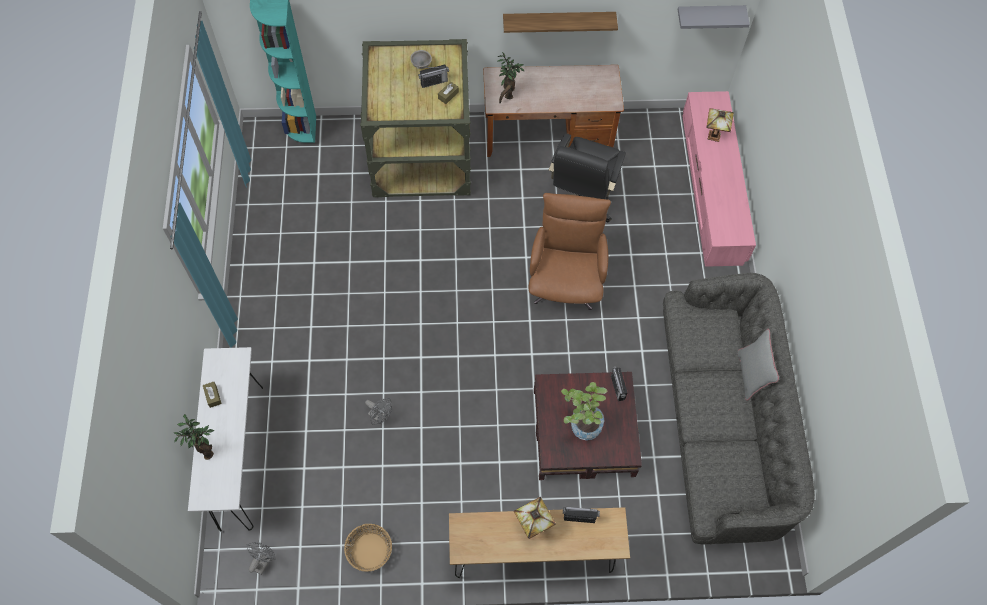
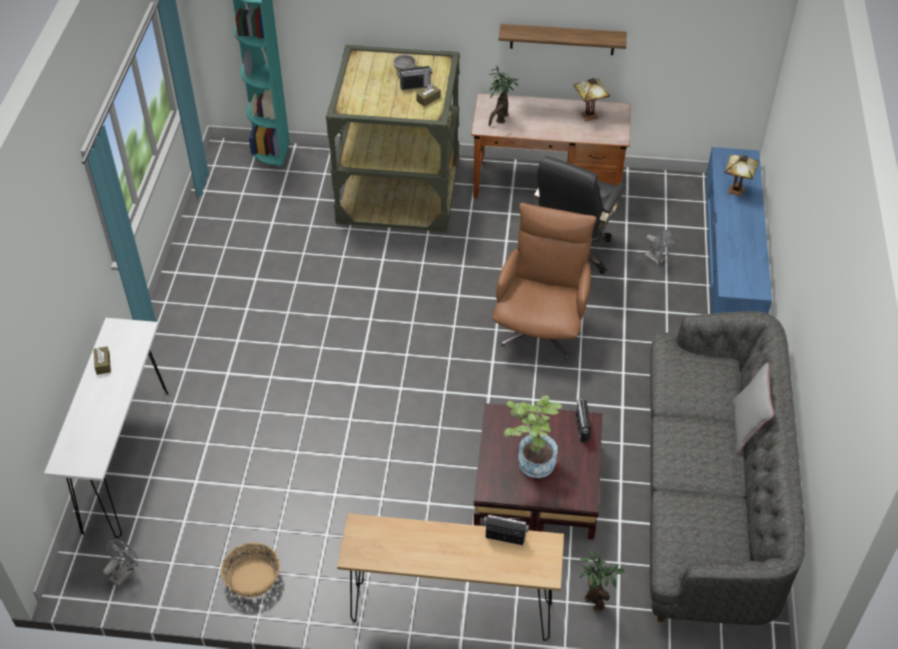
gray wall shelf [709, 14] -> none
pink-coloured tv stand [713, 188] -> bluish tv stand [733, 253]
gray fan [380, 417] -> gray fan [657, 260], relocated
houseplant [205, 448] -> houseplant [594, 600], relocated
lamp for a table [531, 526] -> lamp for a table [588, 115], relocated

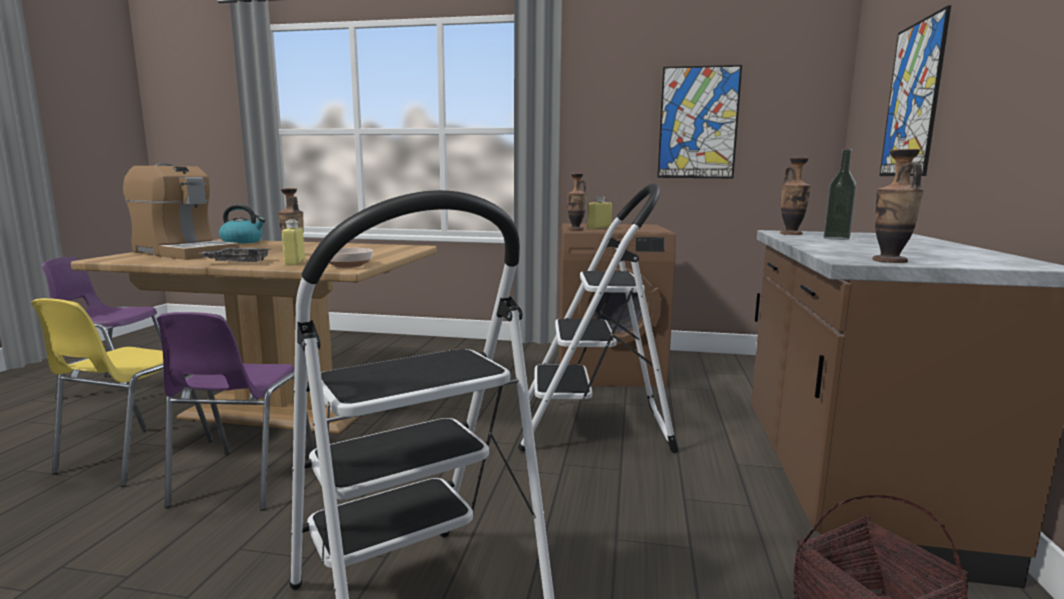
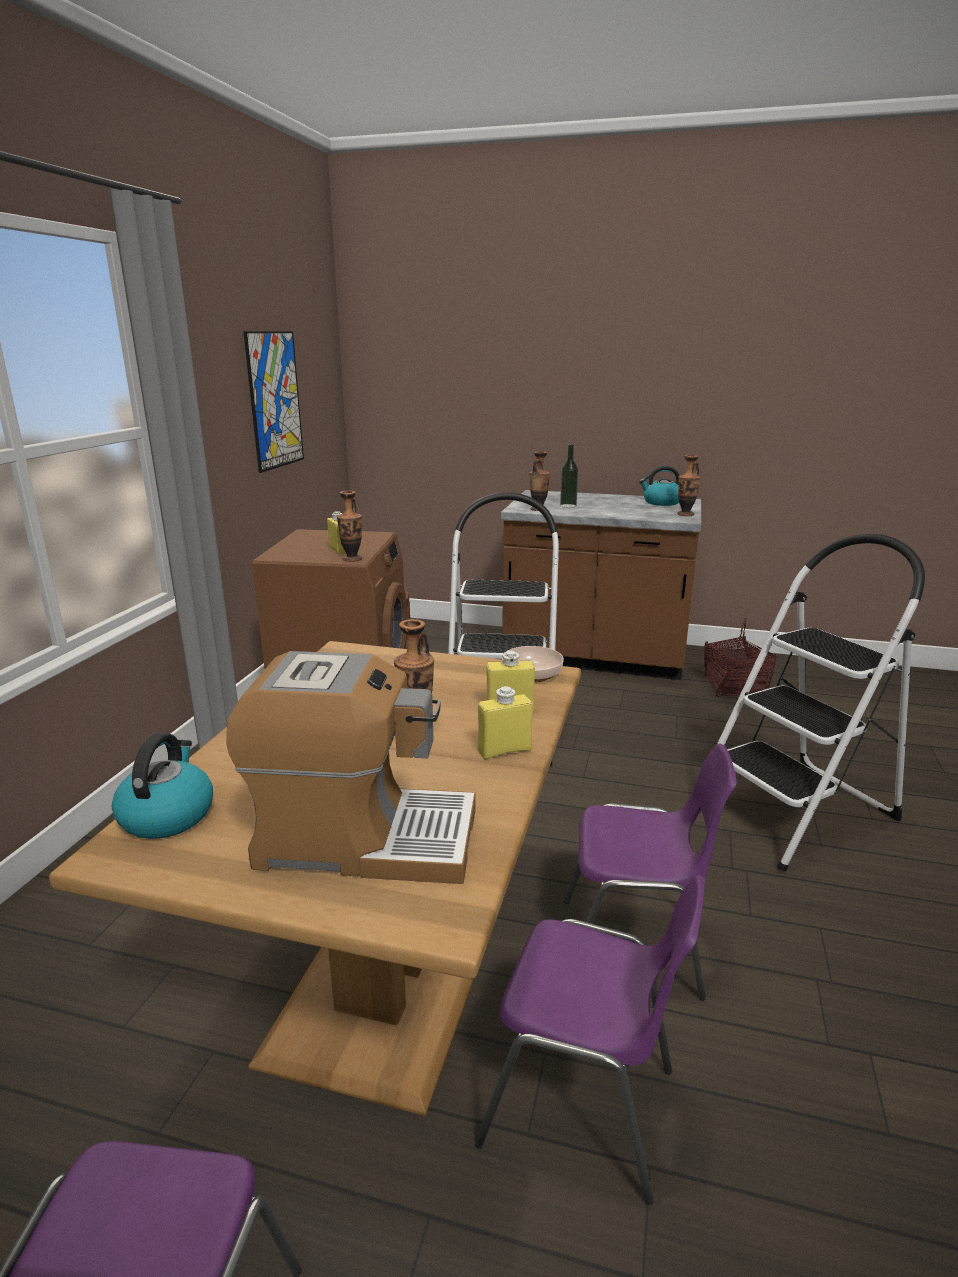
wall picture [912, 100] -> none
coffee brewer [184, 252] -> coffee brewer [363, 838], 60 degrees clockwise
gray tray [239, 262] -> yellow beverage bottle [504, 750]
yellow chair [132, 458] -> purplish chair [583, 1108]
none -> kettle [661, 502]

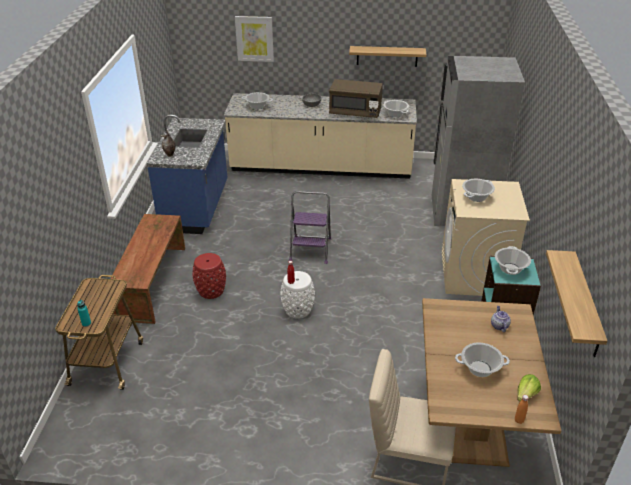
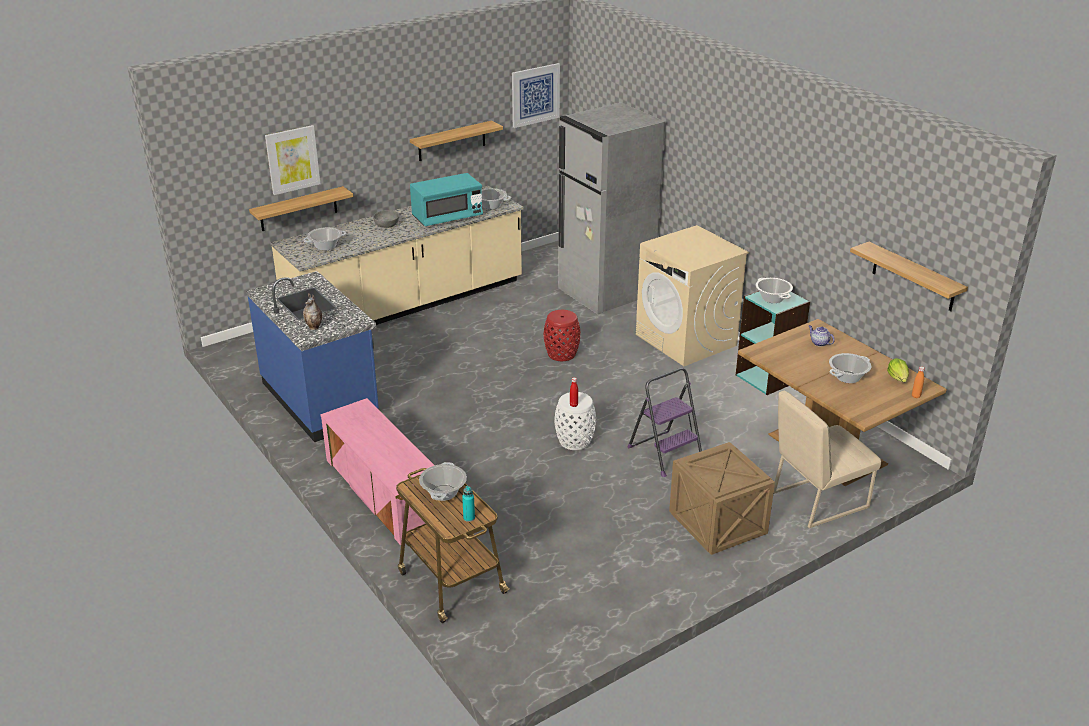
brownish kitchen microwave [355, 112] -> turquoise-coloured kitchen microwave [447, 217]
cooking pot [476, 197] -> cooking pot [444, 493], relocated
purplish step stool [311, 248] -> purplish step stool [664, 451], relocated
brownish long seat [151, 281] -> pink-coloured long seat [383, 491]
reddish sitting stool [211, 291] -> reddish sitting stool [561, 354], relocated
none -> wall picture [535, 95]
none -> wall shelf [298, 209]
none -> packing crate [718, 524]

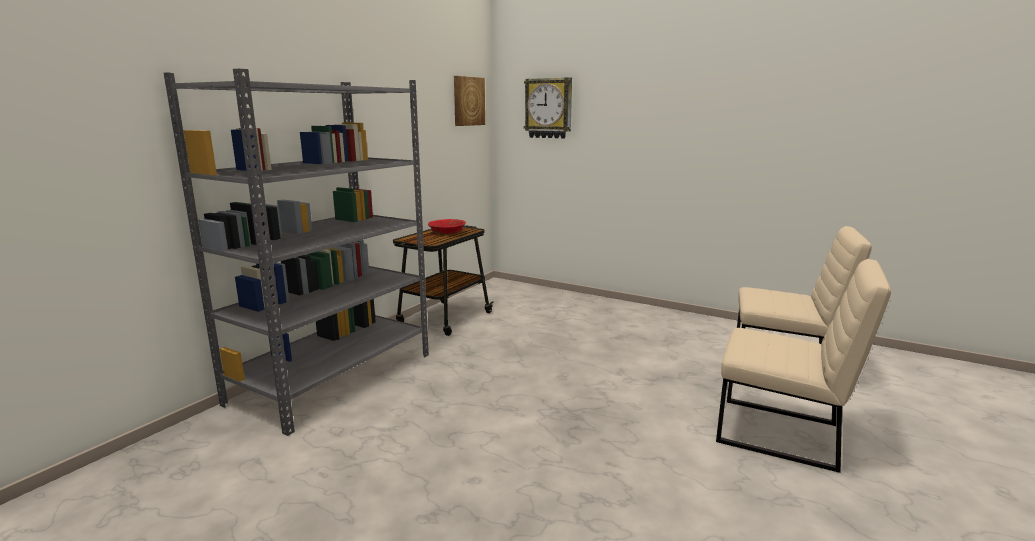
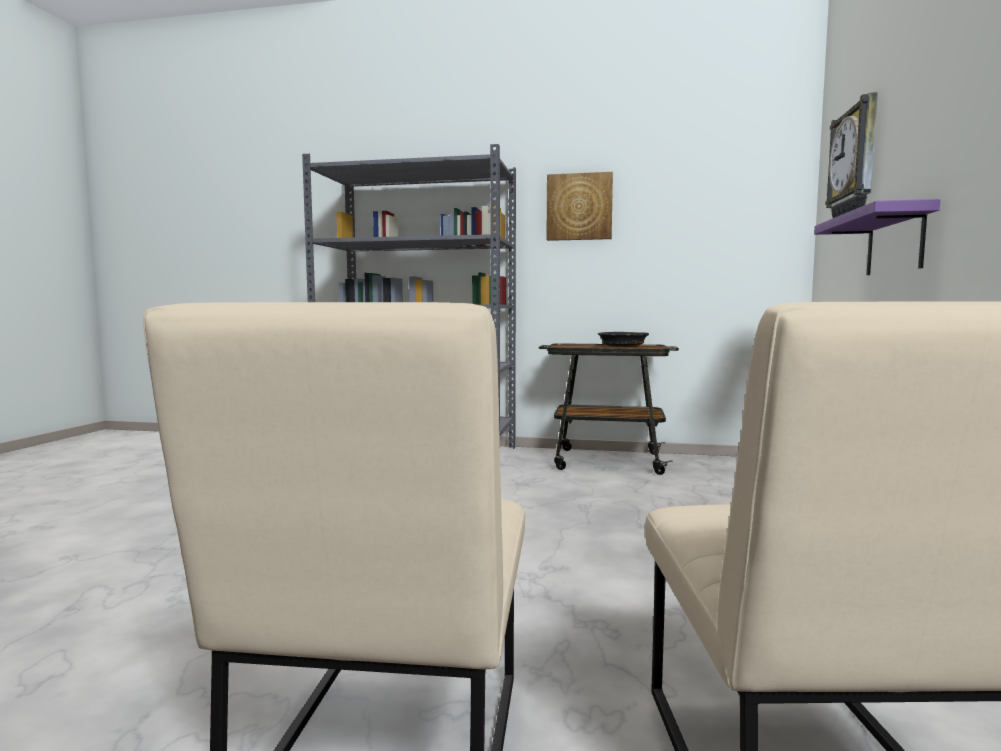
wall picture [468, 101] -> wall picture [579, 207], relocated
reddish serving bowl [447, 232] -> blackish serving bowl [622, 346]
none -> purplish wall shelf [895, 242]

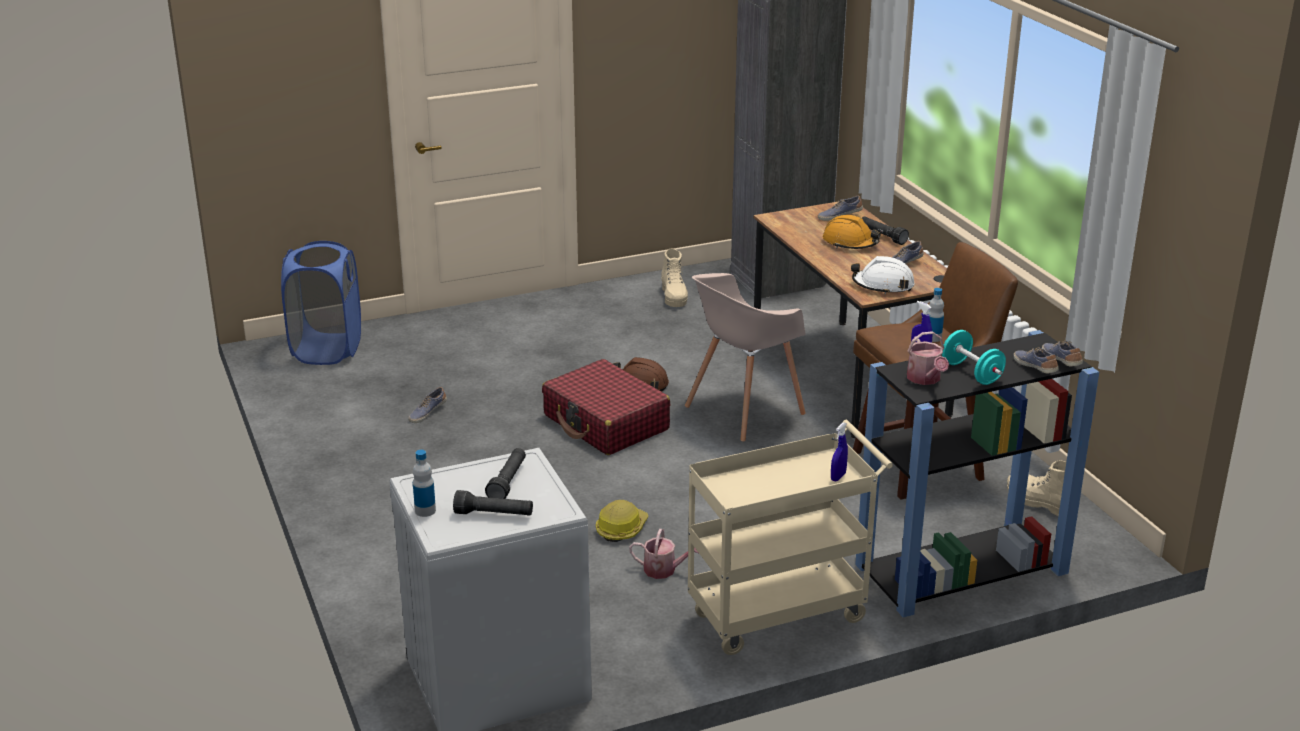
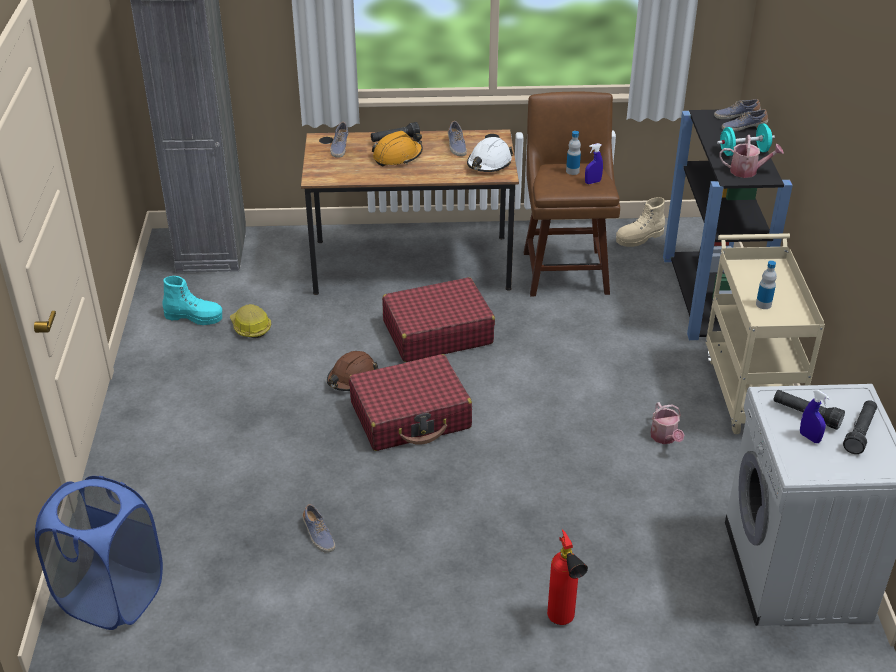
beige high-top boot [674, 297] -> turquoise-coloured high-top boot [194, 317]
beige chair [744, 411] -> reddish travel case [437, 332]
bluish sprayer [838, 477] -> bluish sprayer [809, 437], relocated
beverage bottle [425, 511] -> beverage bottle [763, 304], relocated
hard hat [621, 529] -> hard hat [250, 327], relocated
sprinkling can [664, 570] -> sprinkling can [665, 438], 135 degrees clockwise
none -> extinguisher [563, 622]

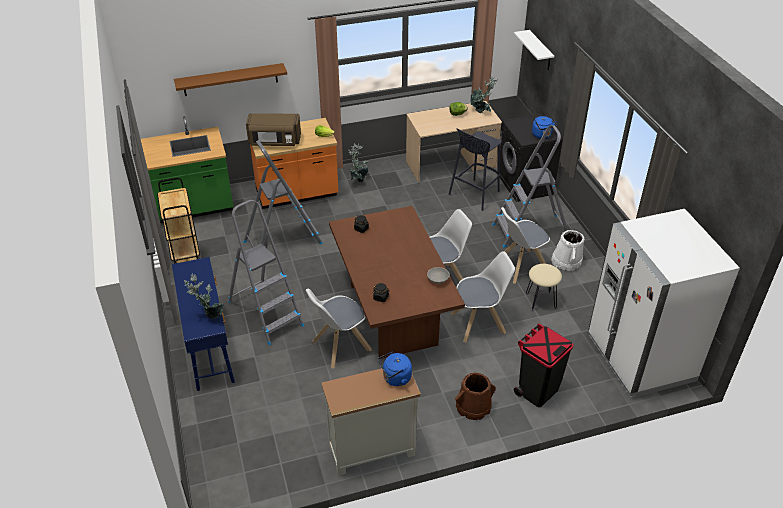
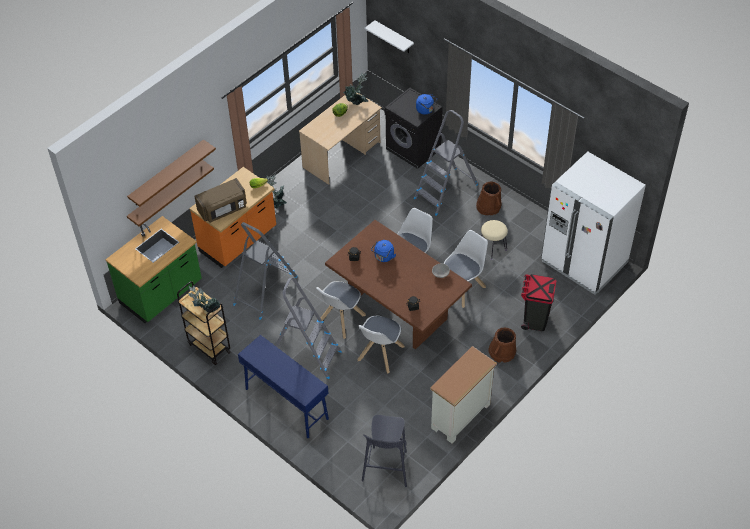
gray sitting stool [475, 194] -> gray sitting stool [386, 468], relocated
chair [520, 266] -> chair [340, 320], relocated
white pail [566, 261] -> brownish pail [488, 206]
houseplant [209, 315] -> houseplant [205, 310], relocated
bluish kettle [395, 378] -> bluish kettle [383, 257], relocated
none -> brownish wall shelf [166, 193]

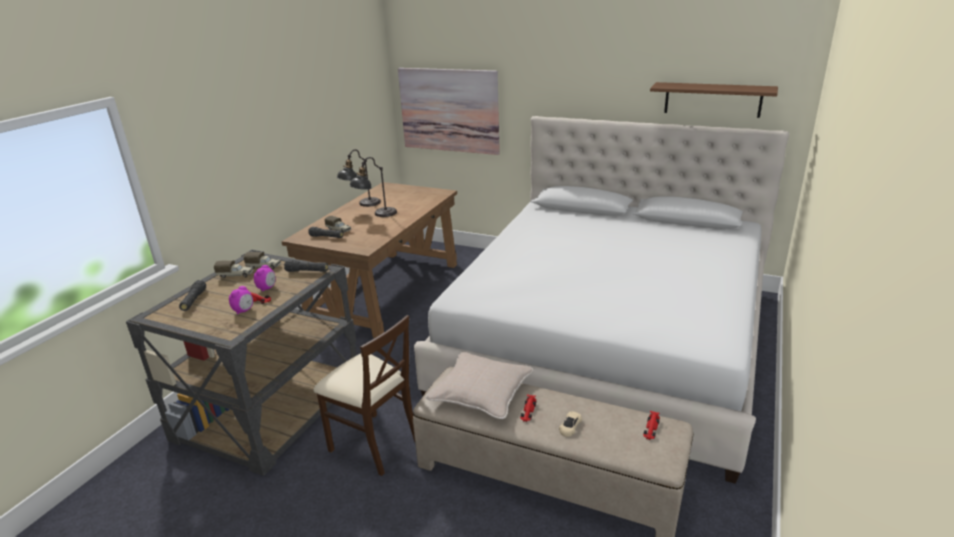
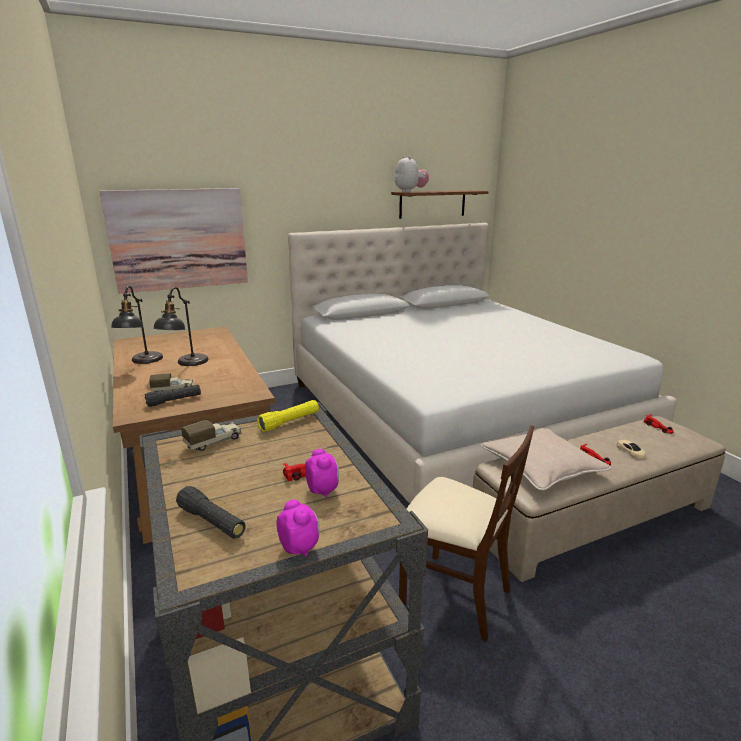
model truck [236, 275] -> none
blackish flashlight [307, 271] -> yellow flashlight [289, 422]
bedside clock [267, 288] -> bedside clock [300, 547], relocated
beige chair [374, 444] -> beige chair [454, 595], 45 degrees clockwise
none -> plush toy [410, 191]

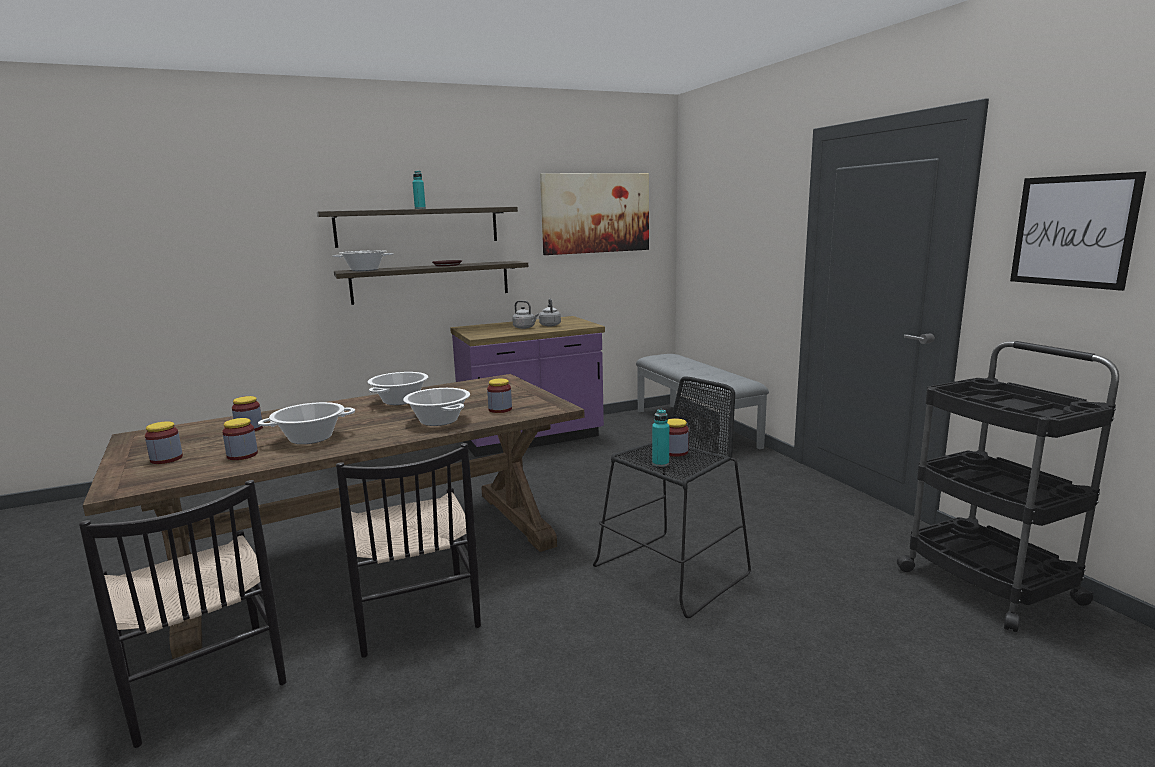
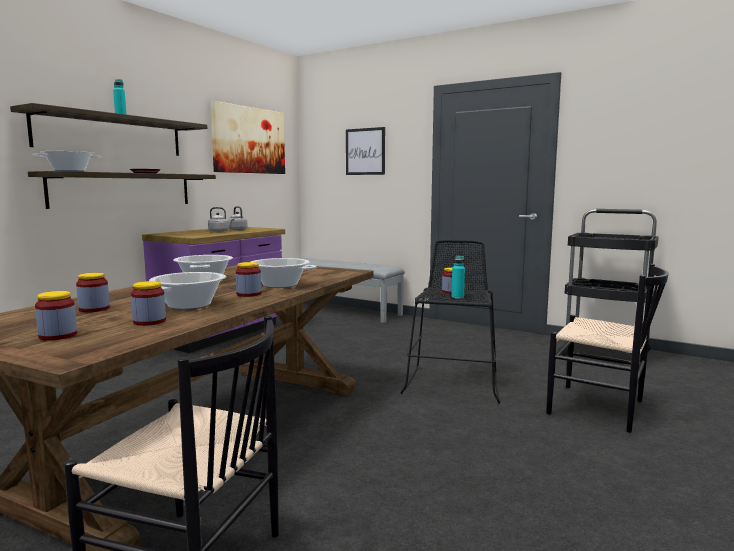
wall picture [1073, 231] -> wall picture [365, 151], relocated
jar [500, 409] -> jar [249, 294], relocated
blackish chair [415, 618] -> blackish chair [600, 409], relocated

